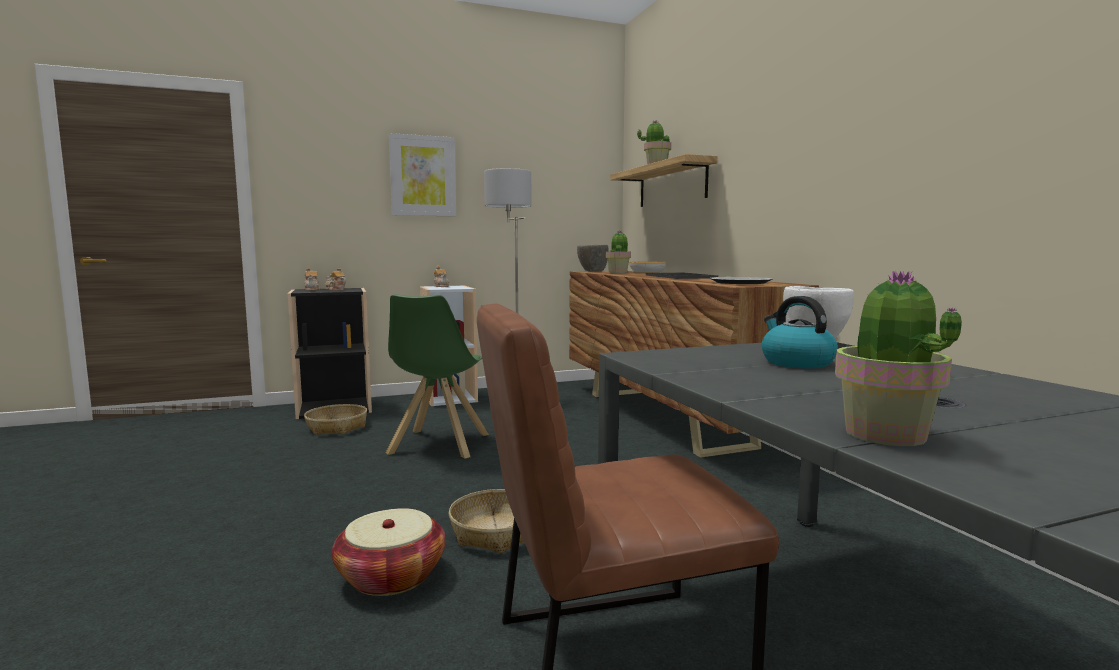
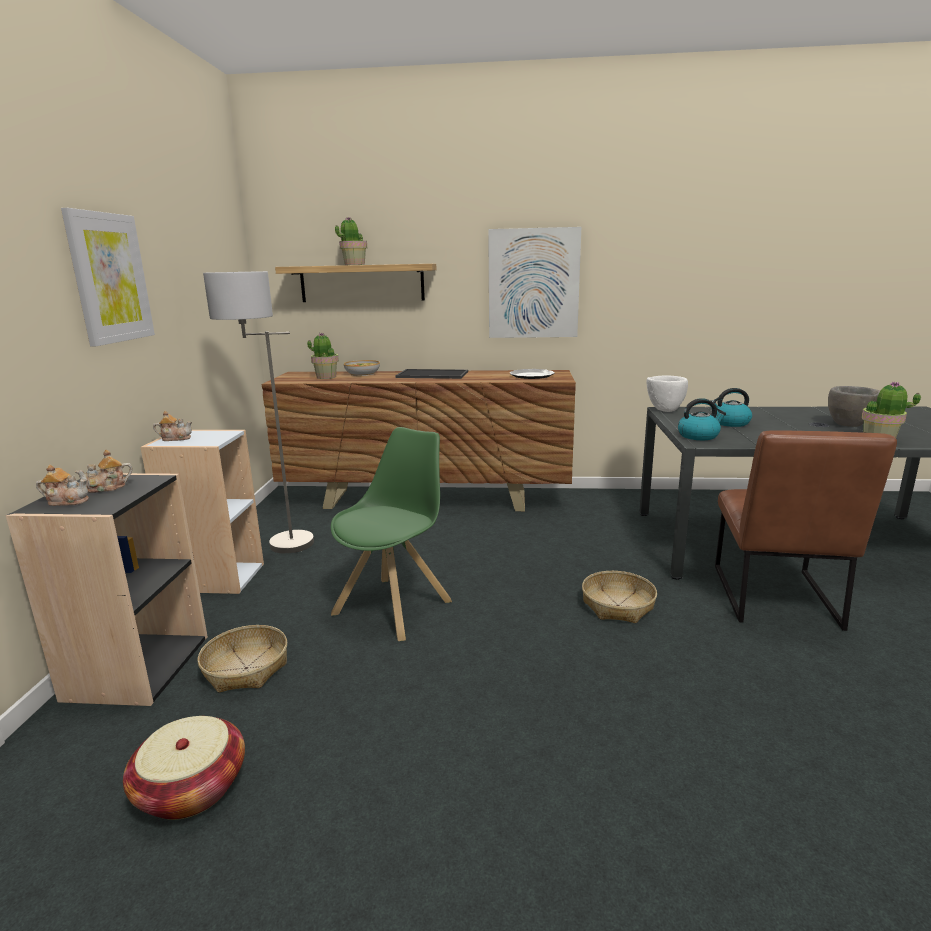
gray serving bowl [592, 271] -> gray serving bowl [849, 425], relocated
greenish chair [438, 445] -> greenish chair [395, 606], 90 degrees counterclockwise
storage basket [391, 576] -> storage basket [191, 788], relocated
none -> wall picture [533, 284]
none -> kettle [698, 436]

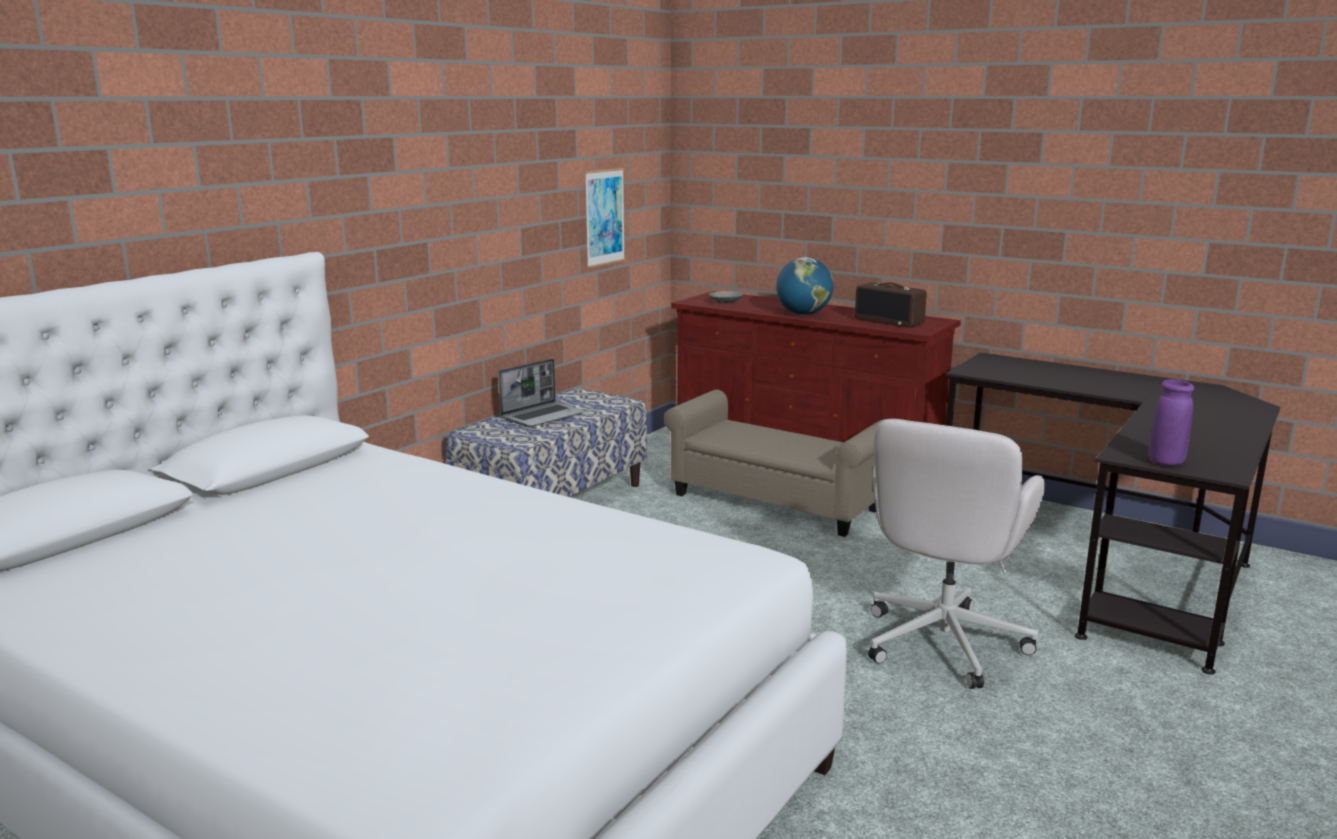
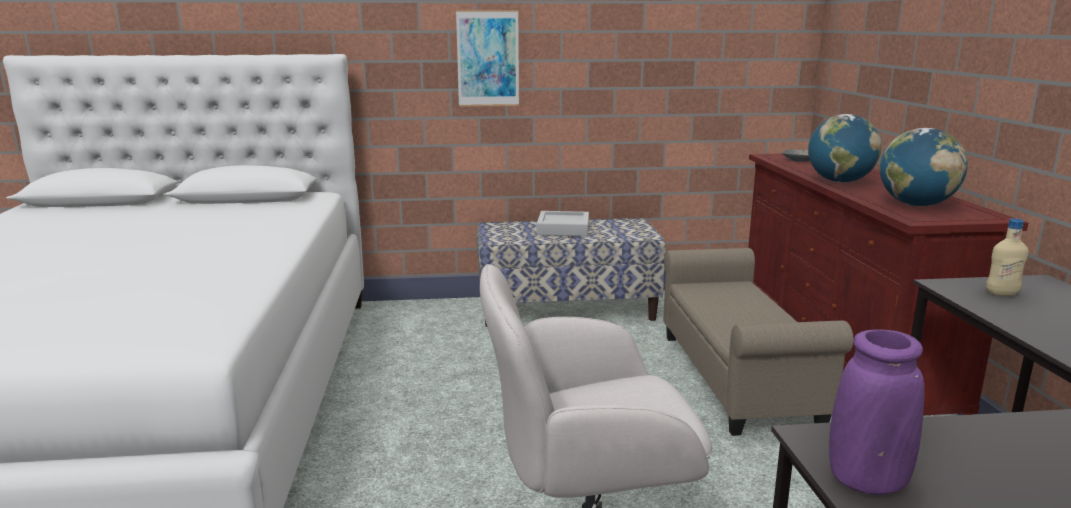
wall picture [604, 217] -> wall picture [488, 58], relocated
radio set [890, 321] -> globe [916, 205]
portable computer [543, 416] -> gray tray [563, 229]
none -> beige beverage bottle [1001, 294]

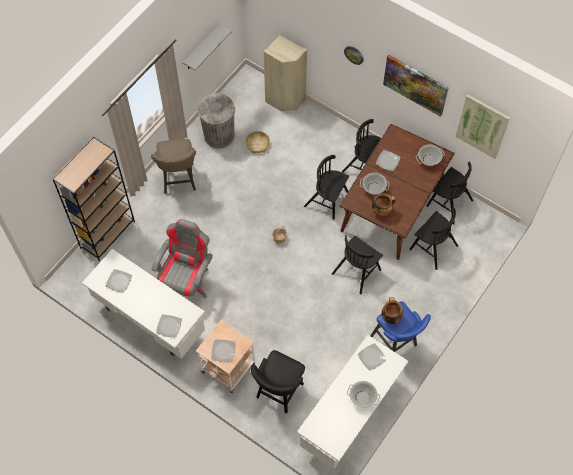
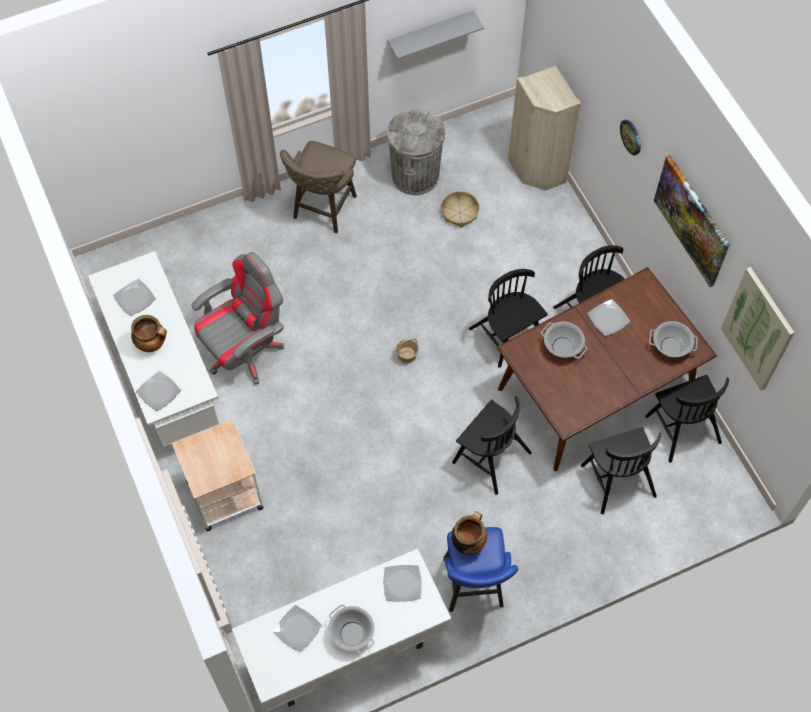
beige bookcase [107, 234] -> none
cooking pot [382, 211] -> cooking pot [152, 344], relocated
blackish chair [358, 269] -> blackish chair [488, 455], 120 degrees counterclockwise
dinner plate [223, 351] -> dinner plate [298, 629], relocated
blackish sitting stool [278, 392] -> none

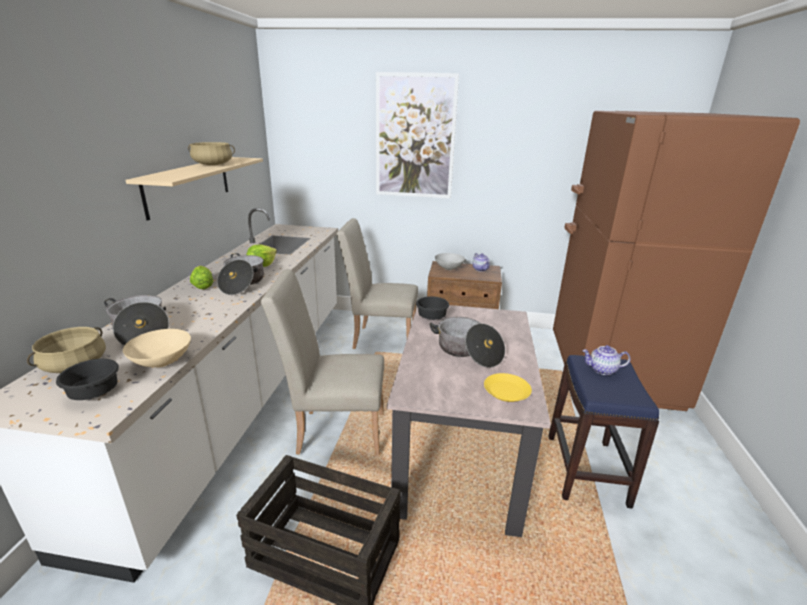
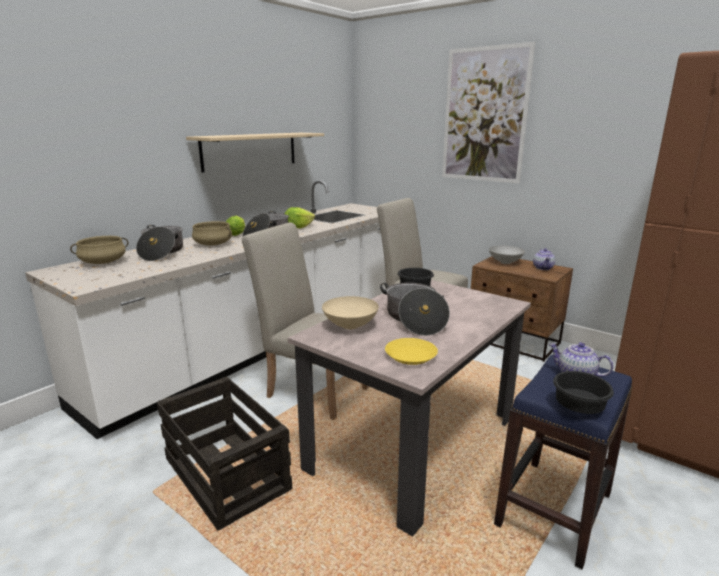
beige cooking pot [213, 164] -> beige cooking pot [213, 244], relocated
beige serving bowl [162, 363] -> beige serving bowl [350, 326], relocated
blackish serving bowl [95, 392] -> blackish serving bowl [579, 406], relocated

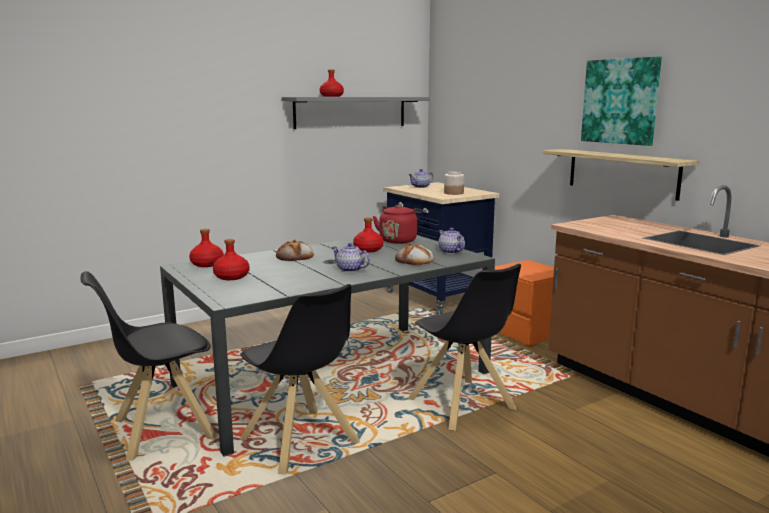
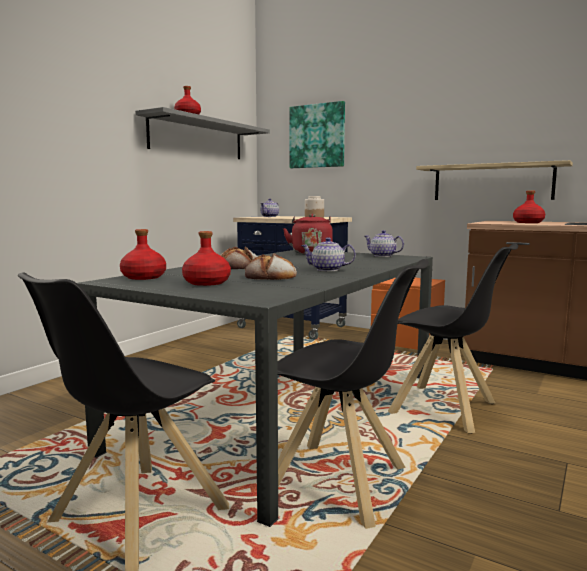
wall picture [620, 101] -> wall picture [317, 136], relocated
reddish beverage bottle [368, 250] -> reddish beverage bottle [528, 222], relocated
bakery bread [414, 260] -> bakery bread [271, 277], relocated

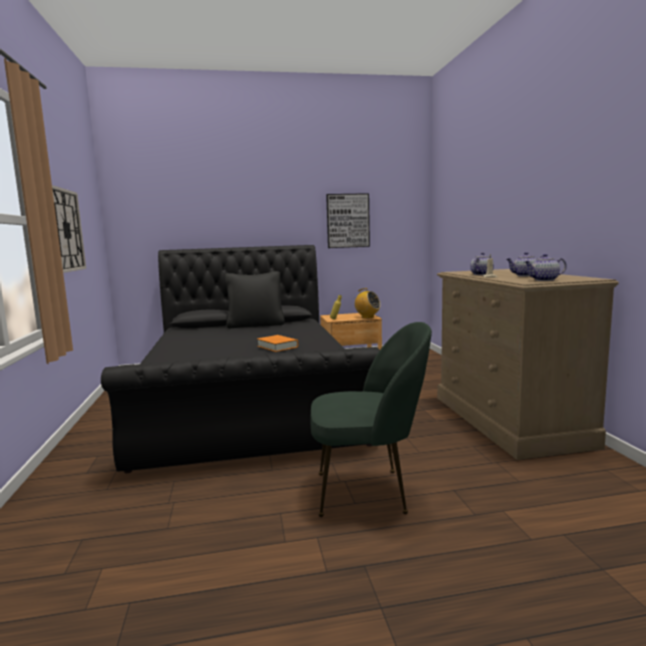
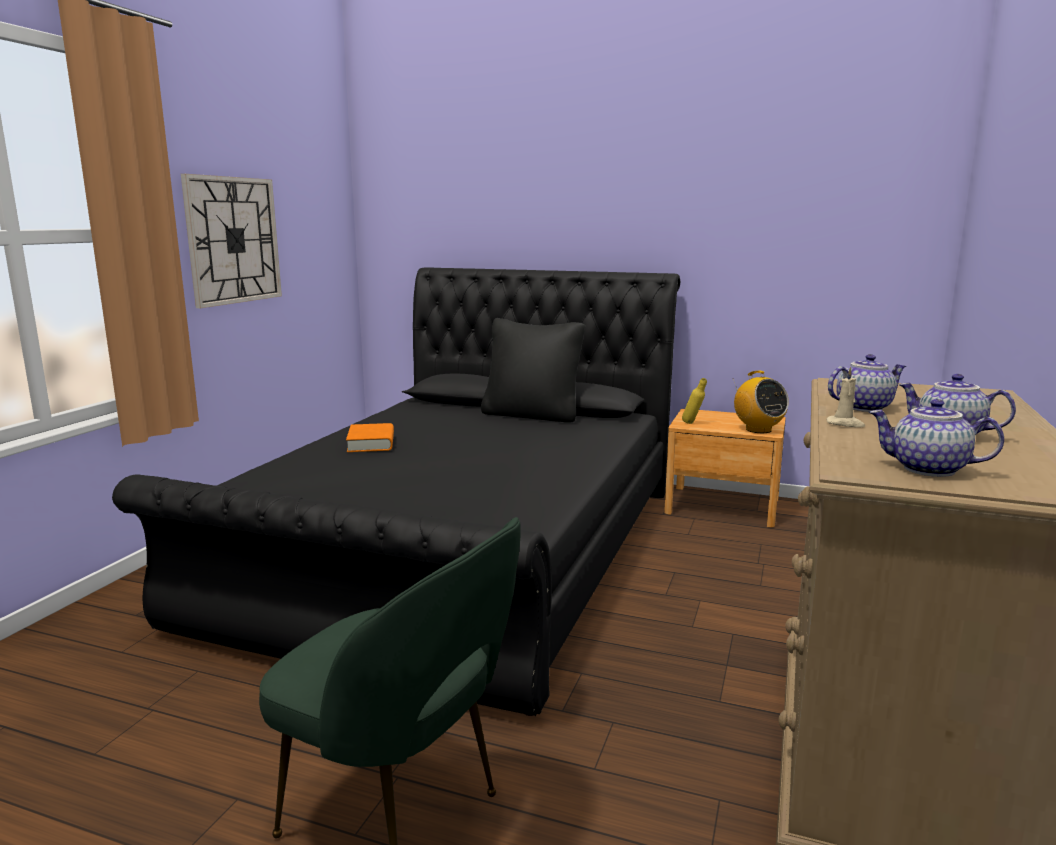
wall picture [348, 221] -> none
orange volume [277, 346] -> orange volume [371, 443], relocated

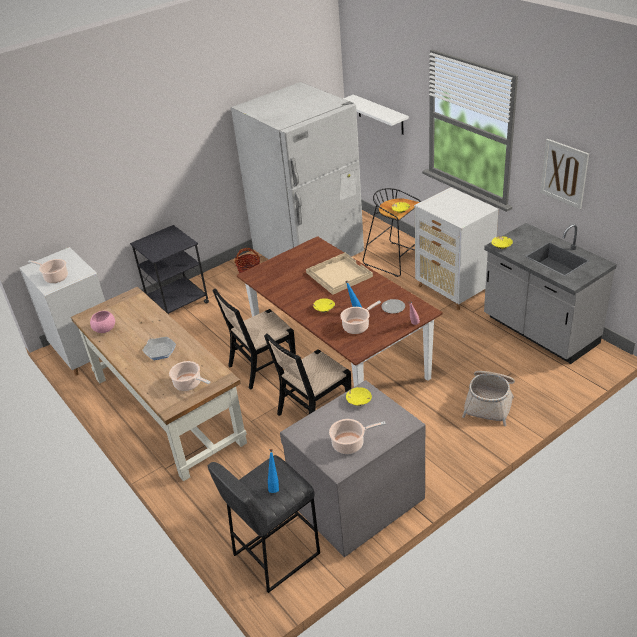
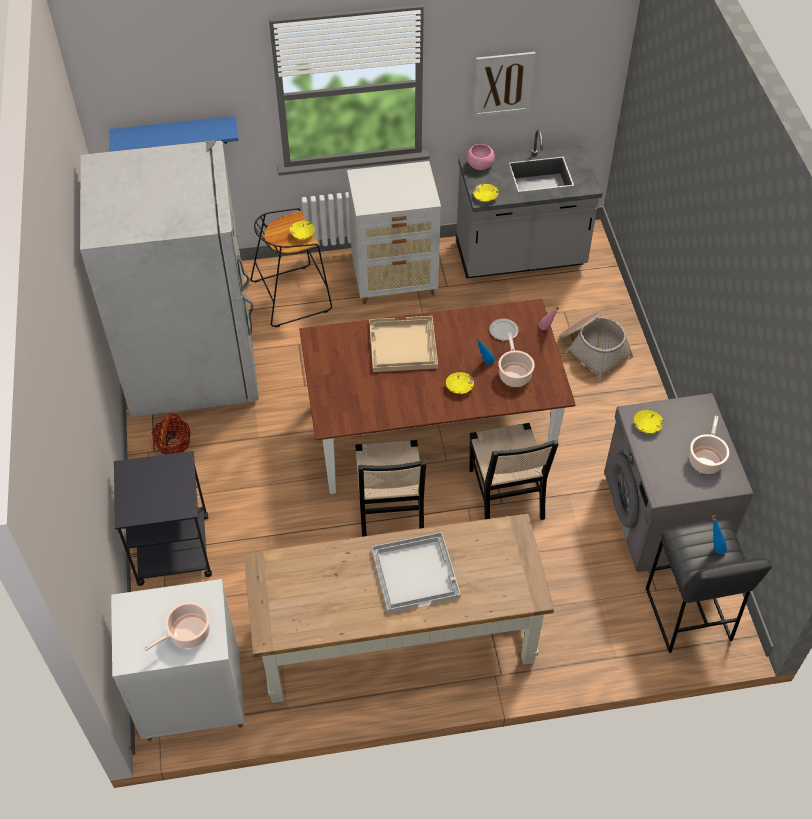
white wall shelf [380, 115] -> bluish wall shelf [175, 135]
pink-coloured serving bowl [104, 329] -> pink-coloured serving bowl [480, 165], relocated
skillet [160, 351] -> white tray [415, 572]
cooking pot [189, 384] -> none

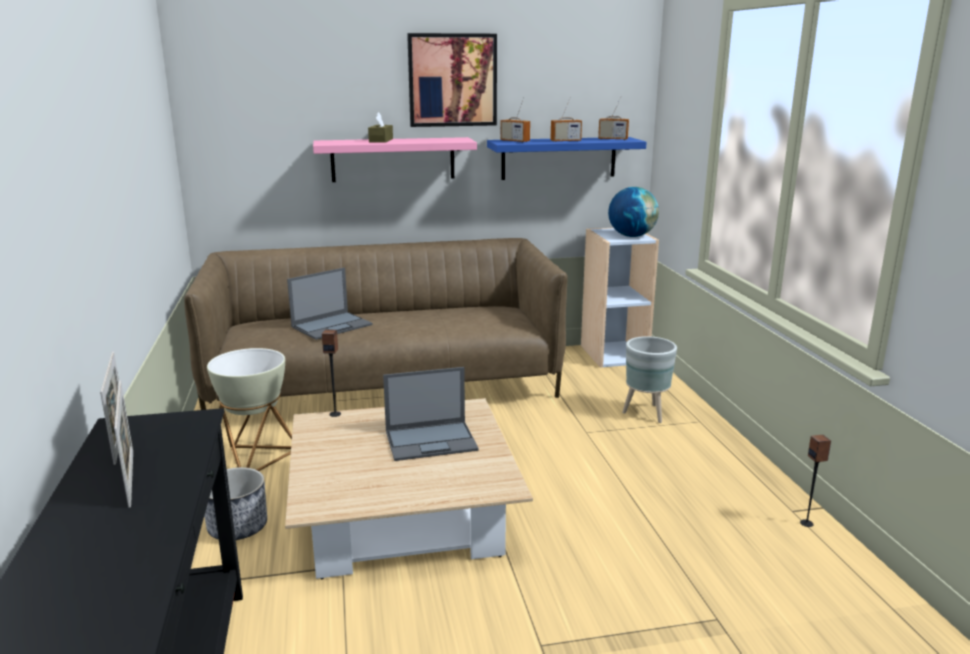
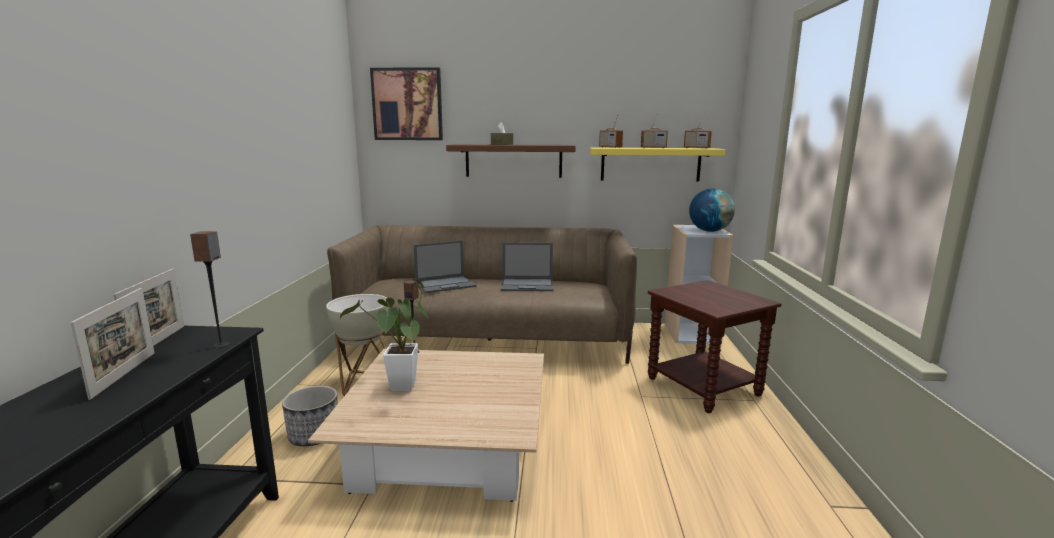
wall picture [452, 80] -> wall picture [407, 104], relocated
pink-coloured wall shelf [393, 159] -> brownish wall shelf [513, 161]
bluish wall shelf [558, 158] -> yellow wall shelf [650, 164]
gray flower pot [646, 413] -> brownish end table [704, 387]
portable computer [432, 440] -> portable computer [528, 285], relocated
audio speaker [807, 523] -> audio speaker [221, 345], relocated
none -> houseplant [401, 390]

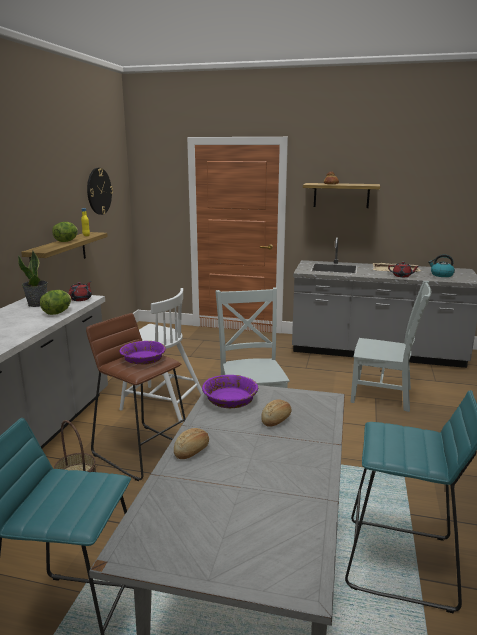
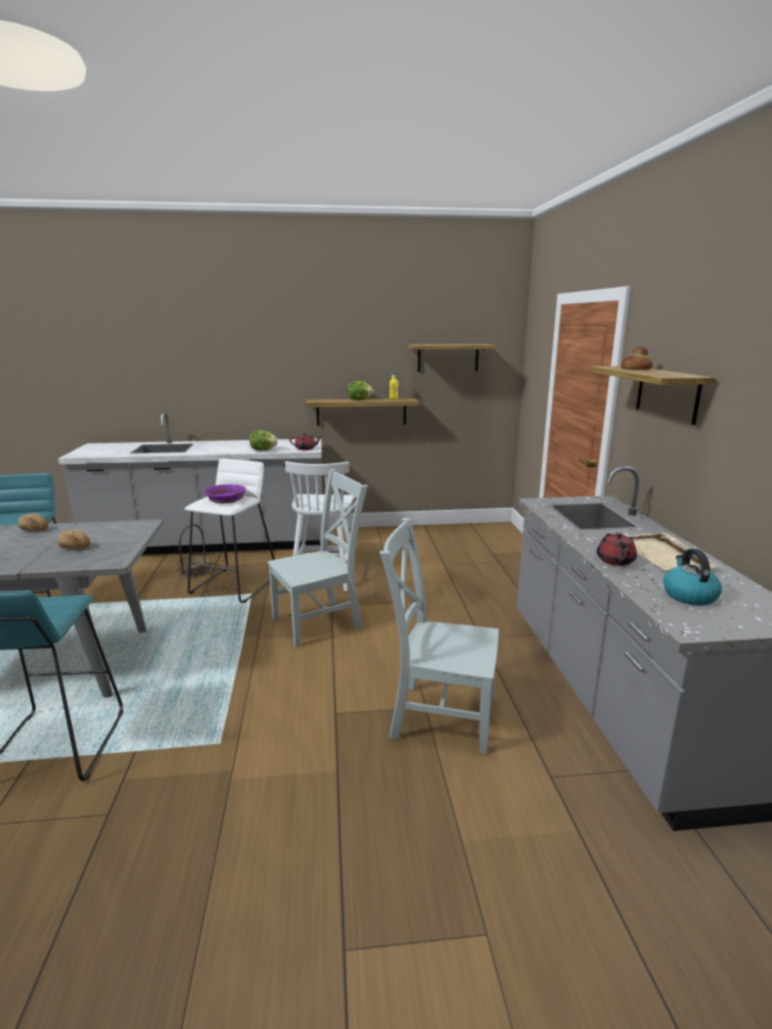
hanging clock [99, 191] -> wall shelf [448, 357]
houseplant [37, 304] -> none
gray chair [384, 396] -> gray chair [438, 715], 105 degrees clockwise
brownish sitting stool [142, 451] -> white sitting stool [235, 585]
purplish serving bowl [230, 400] -> none

